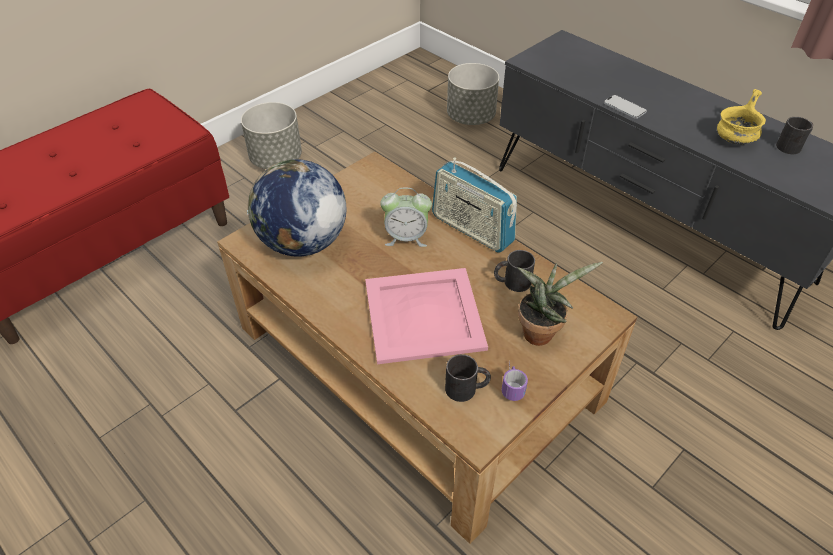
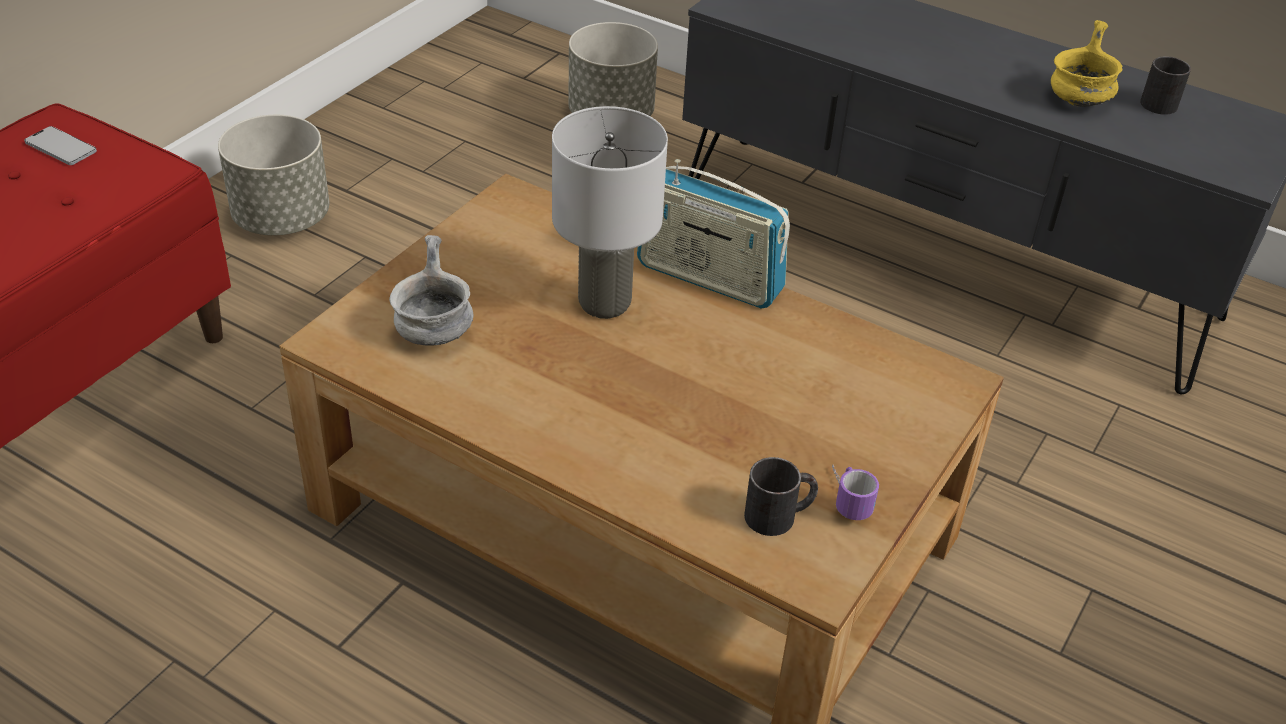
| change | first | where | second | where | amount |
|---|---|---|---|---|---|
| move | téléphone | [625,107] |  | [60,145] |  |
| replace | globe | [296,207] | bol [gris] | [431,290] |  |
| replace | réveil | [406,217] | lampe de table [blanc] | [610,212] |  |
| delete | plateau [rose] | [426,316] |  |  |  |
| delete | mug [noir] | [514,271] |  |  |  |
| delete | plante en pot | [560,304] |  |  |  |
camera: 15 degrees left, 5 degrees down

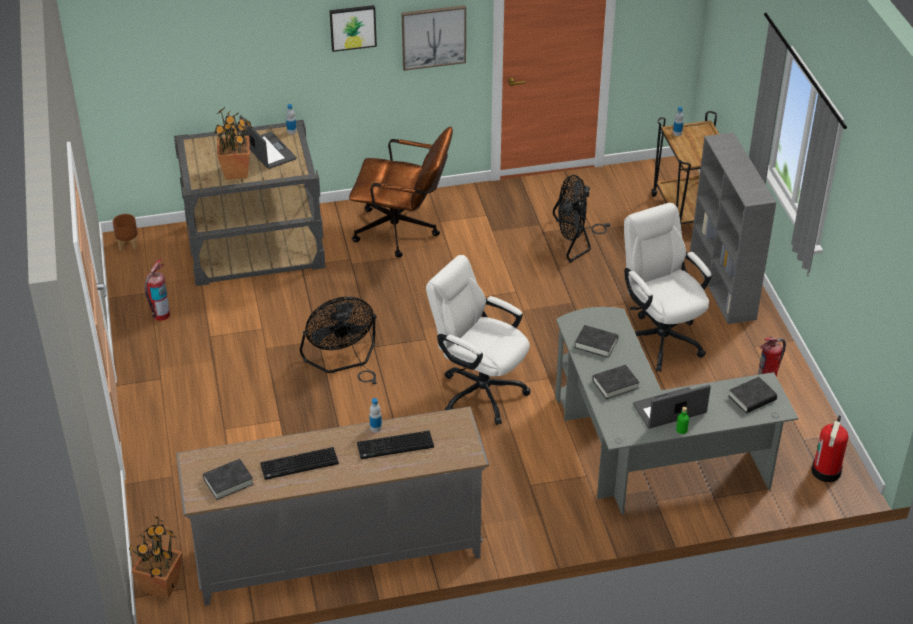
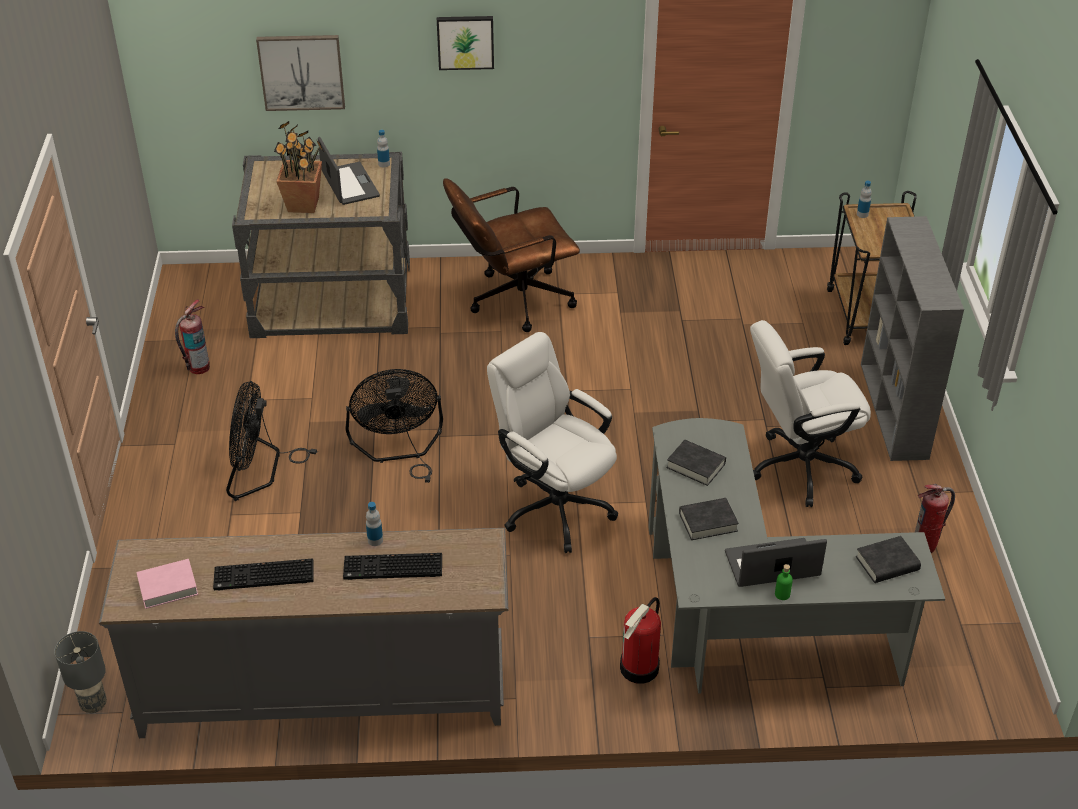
| change | first | where | second | where | amount |
|---|---|---|---|---|---|
| replace | plante en pot | [156,557] | lampe de table [gris] | [80,672] |  |
| recolor | livre [noir] | [228,479] | livre [rose] | [167,584] |  |
| move | ventilateur [noir] | [582,219] |  | [272,441] |  |
| move | tableau | [434,38] |  | [300,73] |  |
| rotate | chaise de bureau [marron] | [401,192] |  | [511,255] | 135 degrees clockwise |
| move | extincteur | [830,449] |  | [640,640] |  |
| rotate | chaise de bureau [blanc] | [668,287] |  | [810,413] | 90 degrees counterclockwise |
| delete | cache-pot [marron] | [125,232] |  |  |  |
camera: 10 degrees right, 0 degrees up

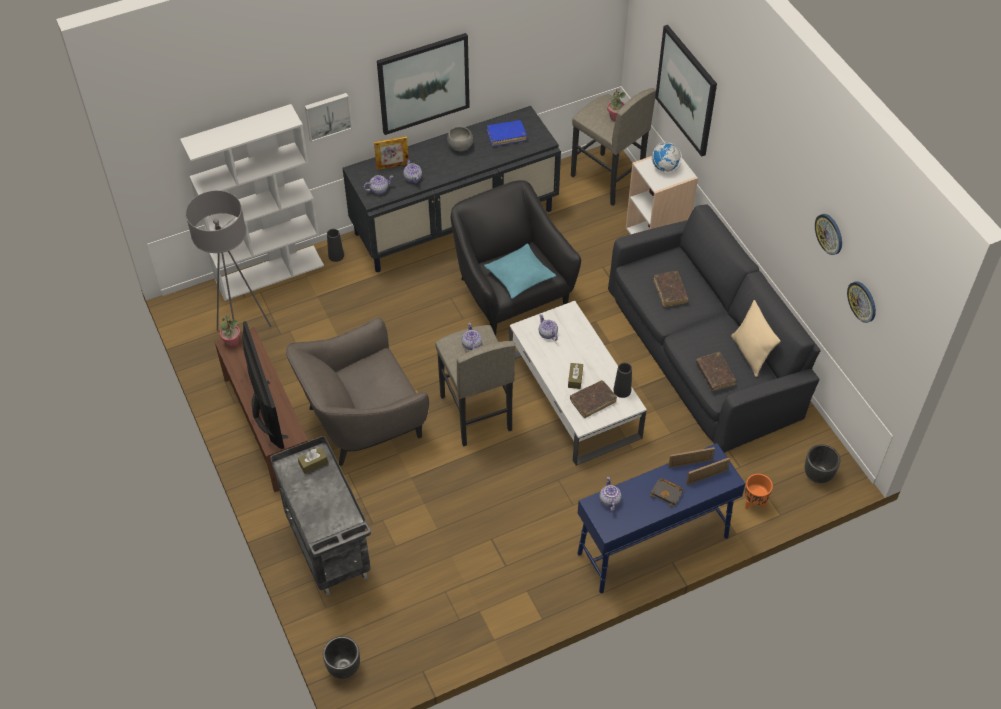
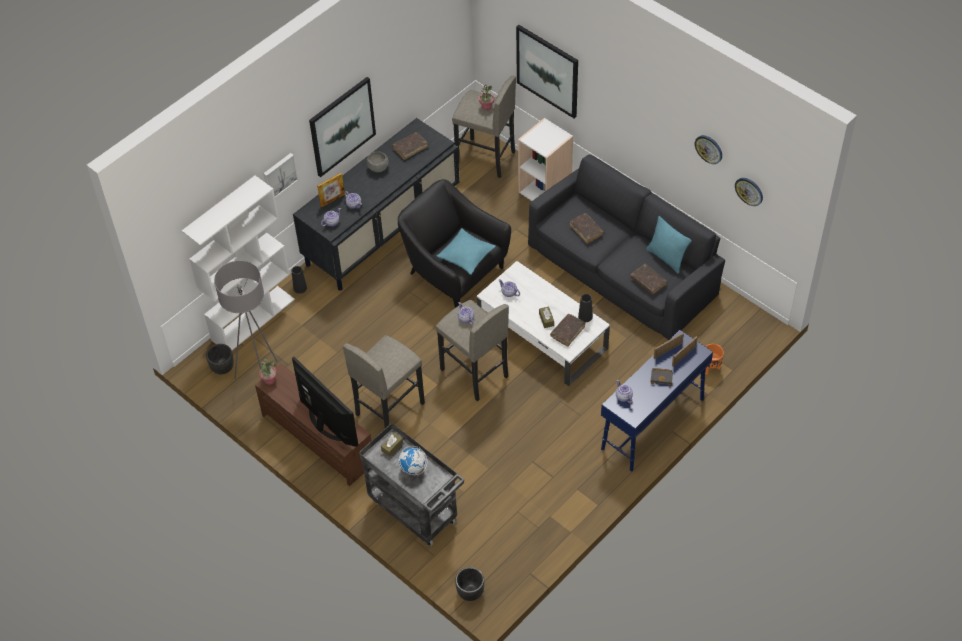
| change | first | where | second | where | amount |
|---|---|---|---|---|---|
| move | cache-pot [noir] | [822,463] |  | [220,359] |  |
| replace | fauteuil [gris] | [357,391] | tabouret [gris] | [384,381] |  |
| recolor | livre [bleu] | [507,133] | livre [marron] | [410,146] |  |
| move | globe | [667,157] |  | [412,460] |  |
| recolor | coussin [beige] | [755,338] | coussin [turquoise] | [669,245] |  |
camera: 20 degrees left, 0 degrees up

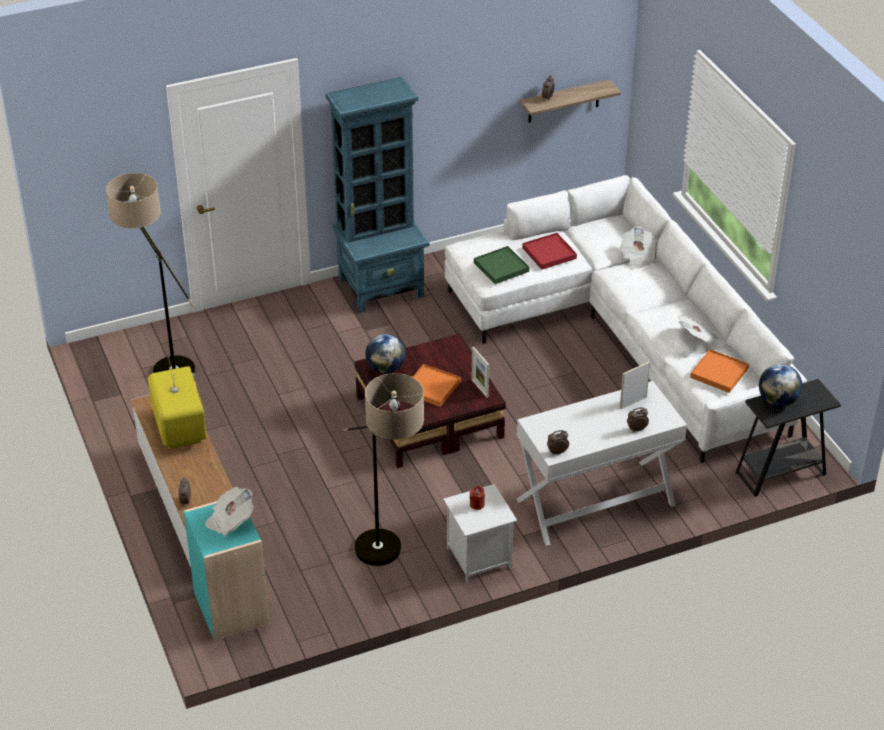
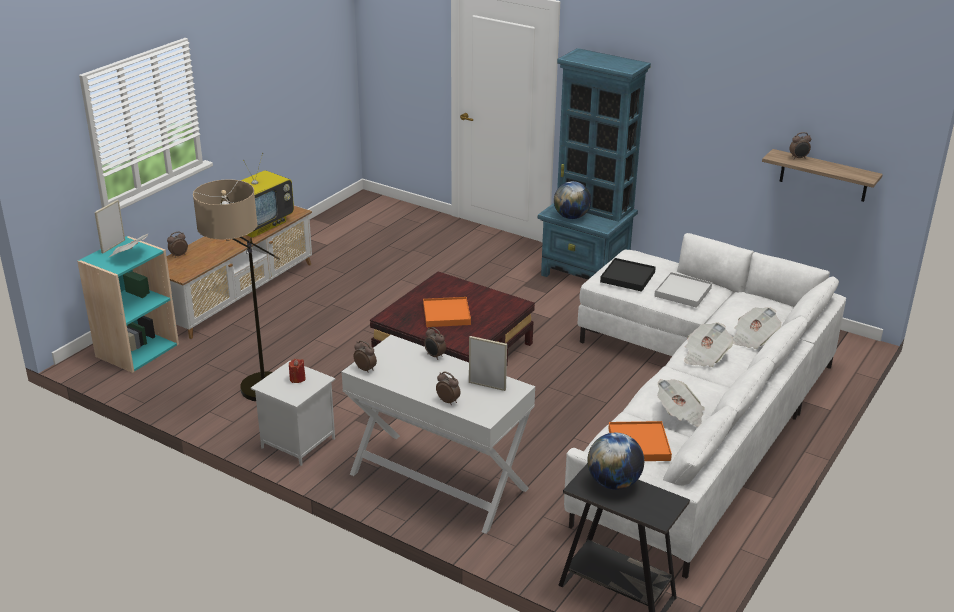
| change | first | where | second | where | amount |
|---|---|---|---|---|---|
| move | cadre photo | [480,372] |  | [109,226] |  |
| insert |  |  | réveil | [435,343] |  |
| move | globe | [385,354] |  | [572,200] |  |
| recolor | plateau [vert] | [501,265] | plateau [noir] | [628,275] |  |
| recolor | plateau [rouge] | [549,251] | plateau [blanc] | [683,290] |  |
| insert |  |  | journal | [708,345] |  |
| delete | lampadaire | [150,273] |  |  |  |
camera: 55 degrees right, 10 degrees down

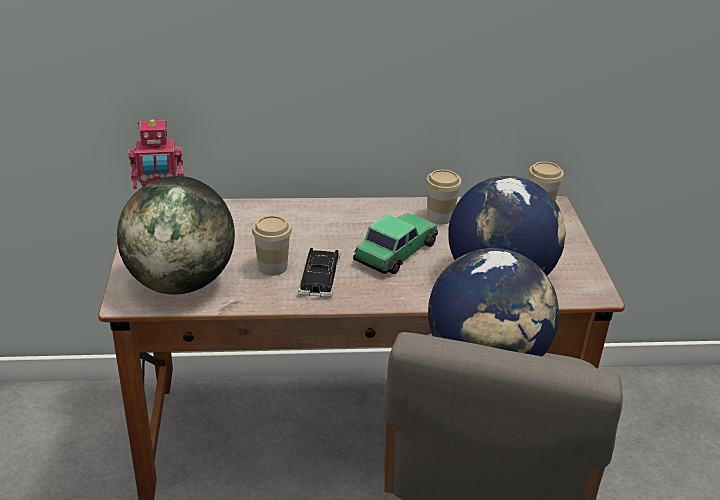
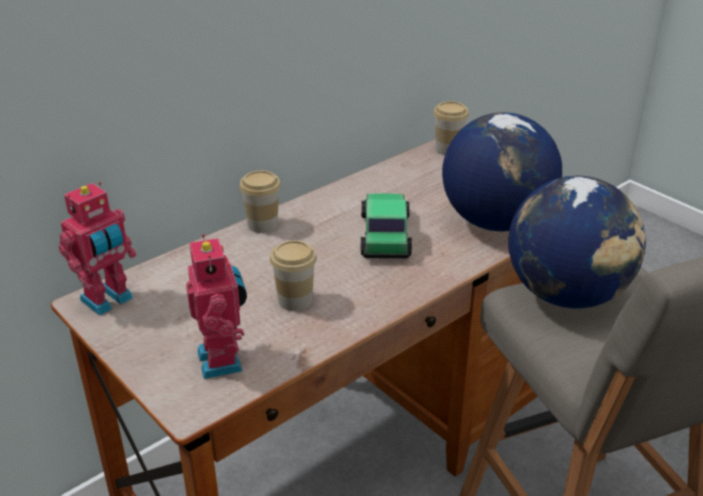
| change | first | where | second | where | amount |
|---|---|---|---|---|---|
| replace | globe | [176,235] | robot jouet | [216,306] |  |
| move | tasse | [444,197] |  | [260,201] |  |
| delete | petite voiture [noir] | [319,272] |  |  |  |
camera: 35 degrees left, 0 degrees up

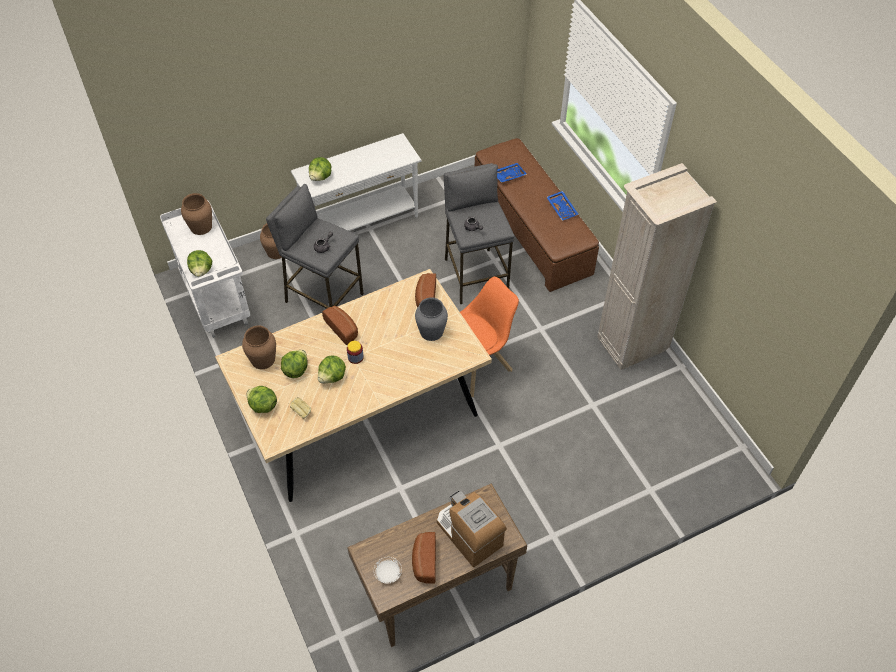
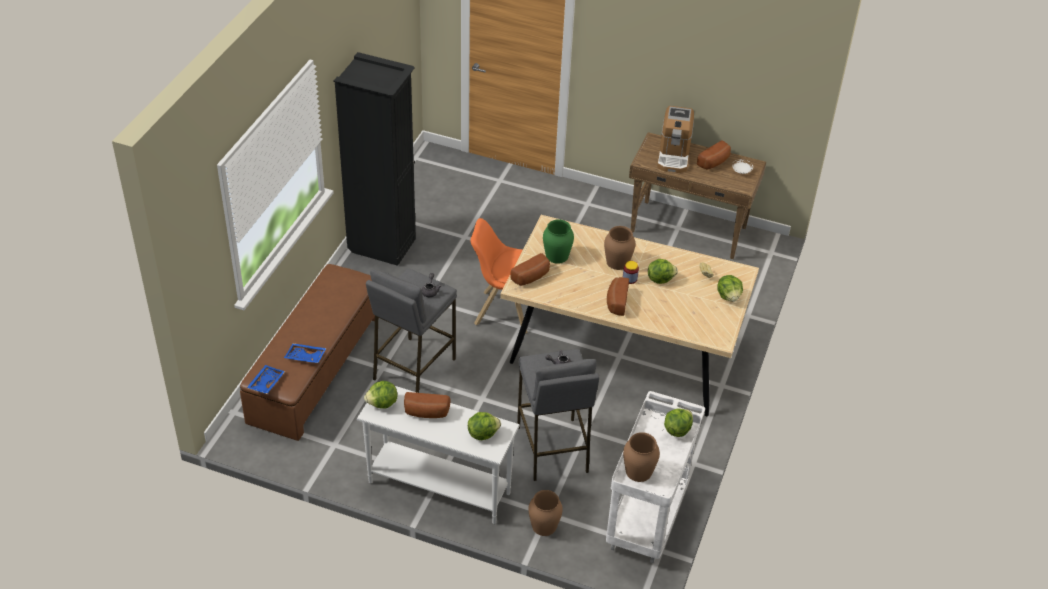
| change | first | where | second | where | amount |
|---|---|---|---|---|---|
| move | plateau [bleu] | [562,206] |  | [266,379] |  |
| recolor | meuble de rangement [beige] | [657,266] | meuble de rangement [noir] | [374,159] |  |
| move | laitue | [294,364] |  | [380,394] |  |
| insert |  |  | pain | [427,405] |  |
| recolor | vase [gris] | [431,319] | vase [vert] | [558,241] |  |
| move | vase [marron] | [259,347] |  | [619,248] |  |
camera: 135 degrees left, 10 degrees down

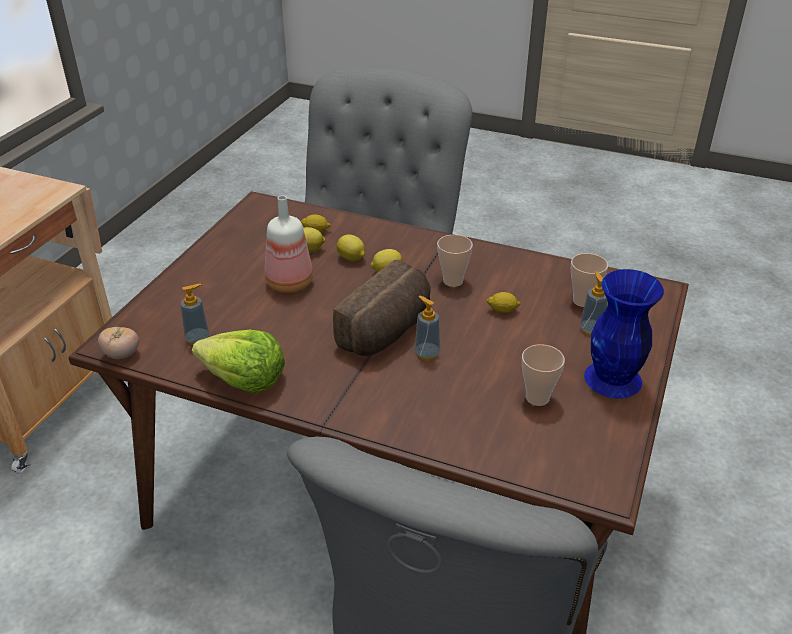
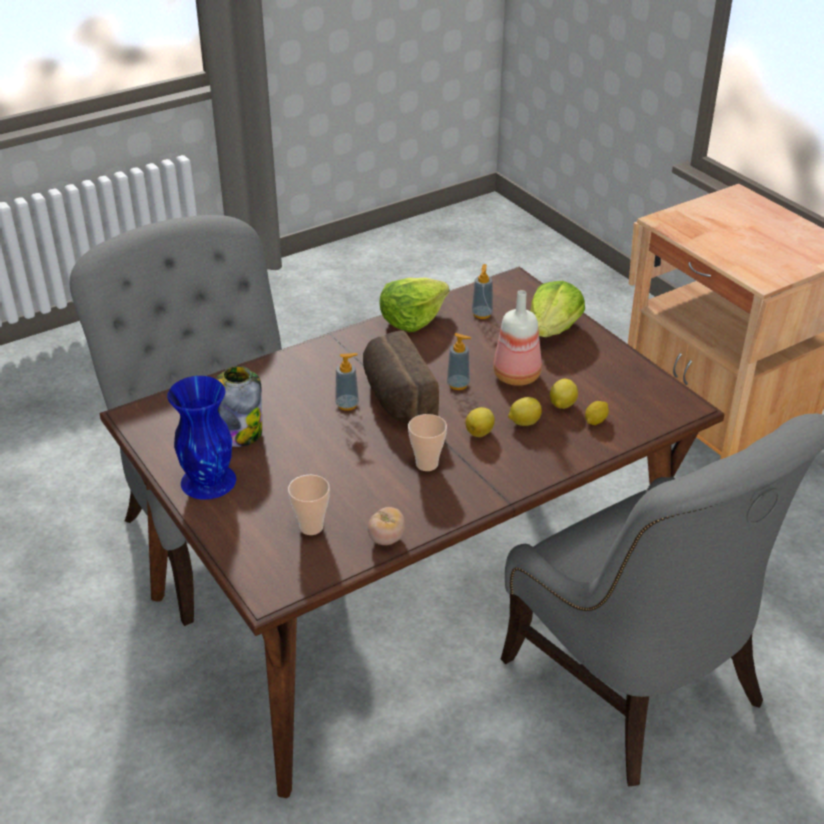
| change | first | where | second | where | amount |
|---|---|---|---|---|---|
| replace | tasse | [543,375] | bocal | [239,406] |  |
| move | tomate | [118,343] |  | [387,526] |  |
| move | distributeur de savon | [594,303] |  | [459,361] |  |
| insert |  |  | laitue | [557,309] |  |
| delete | citron | [504,302] |  |  |  |
camera: 125 degrees right, 0 degrees up

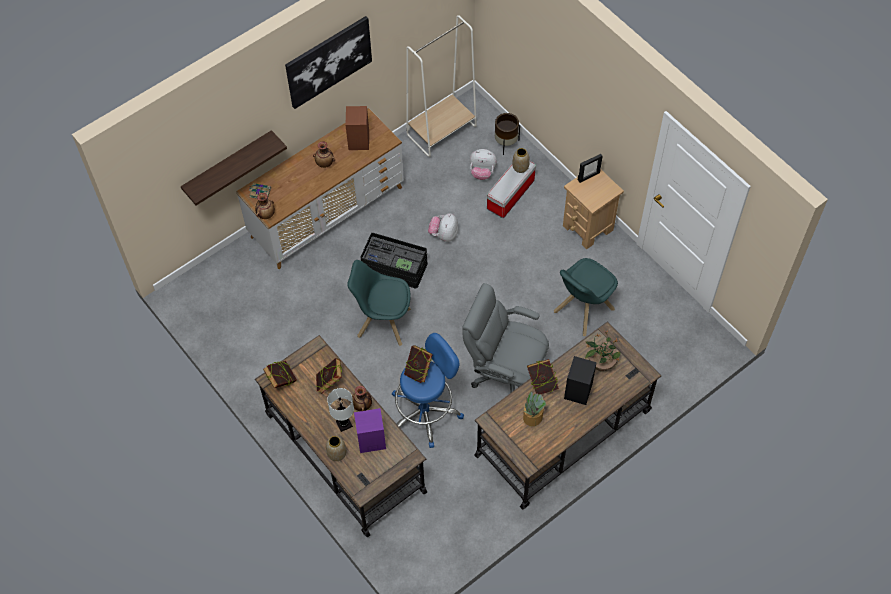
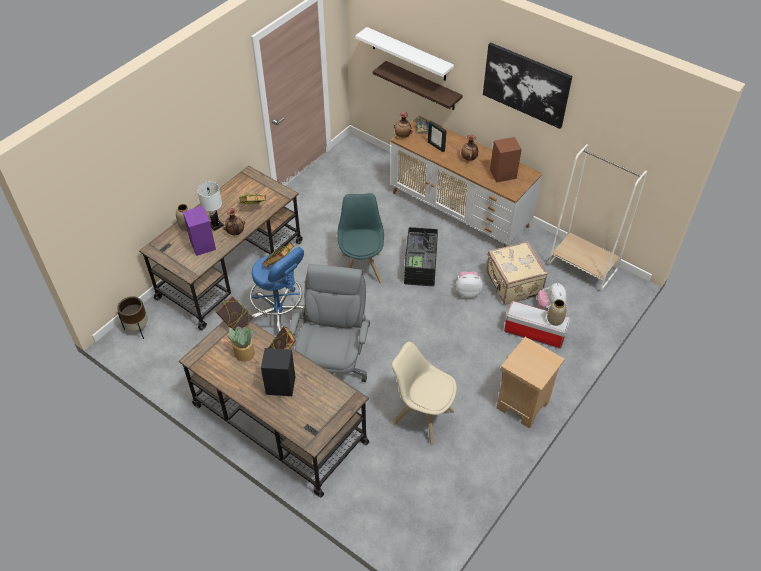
| change | first | where | second | where | amount |
|---|---|---|---|---|---|
| move | cache-pot [marron] | [507,134] |  | [132,317] |  |
| move | livre | [280,374] |  | [234,313] |  |
| insert |  |  | étagère [blanc] | [404,54] |  |
| recolor | chaise [turquoise] | [586,297] | chaise [beige] | [424,394] |  |
| move | cadre photo | [590,168] |  | [437,136] |  |
| insert |  |  | valise [beige] | [516,272] |  |
| delete | plante en pot | [603,351] |  |  |  |
camera: 75 degrees right, 10 degrees down

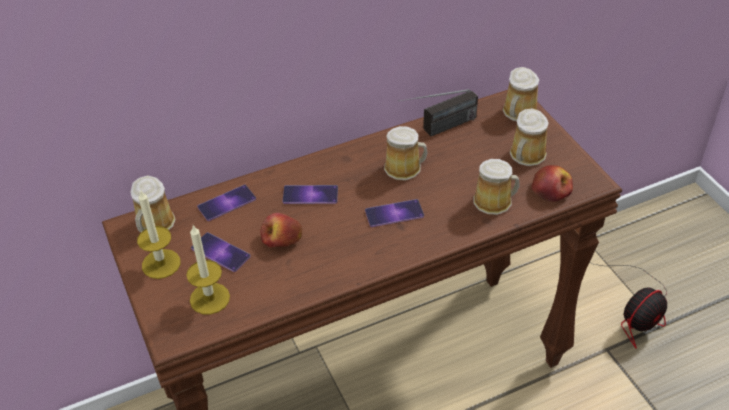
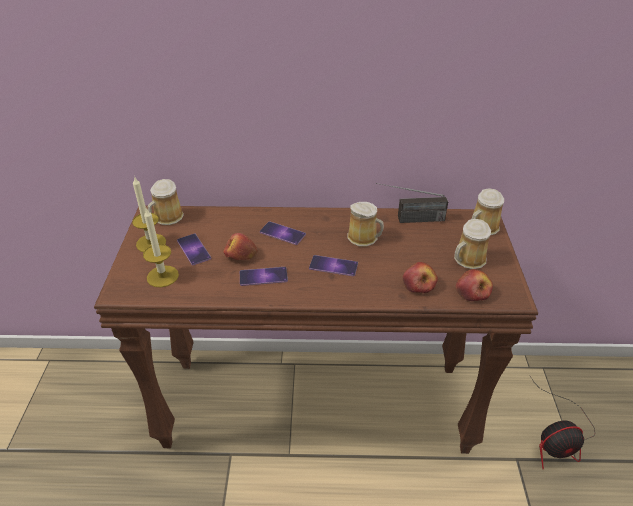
| change | first | where | second | where | amount |
|---|---|---|---|---|---|
| move | téléphone | [226,203] |  | [264,276] |  |
| replace | mug | [496,187] | pomme | [420,277] |  |
camera: 25 degrees right, 5 degrees down

